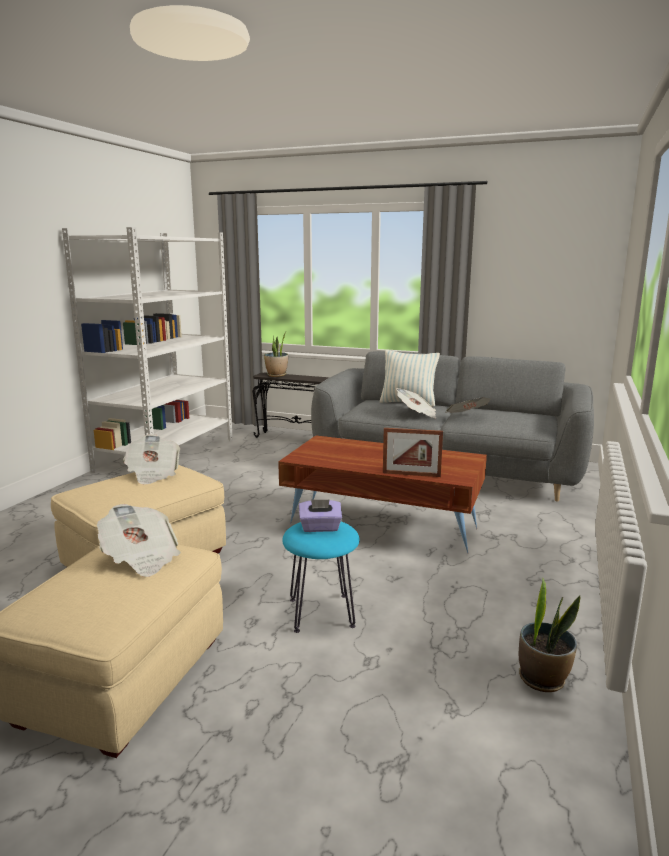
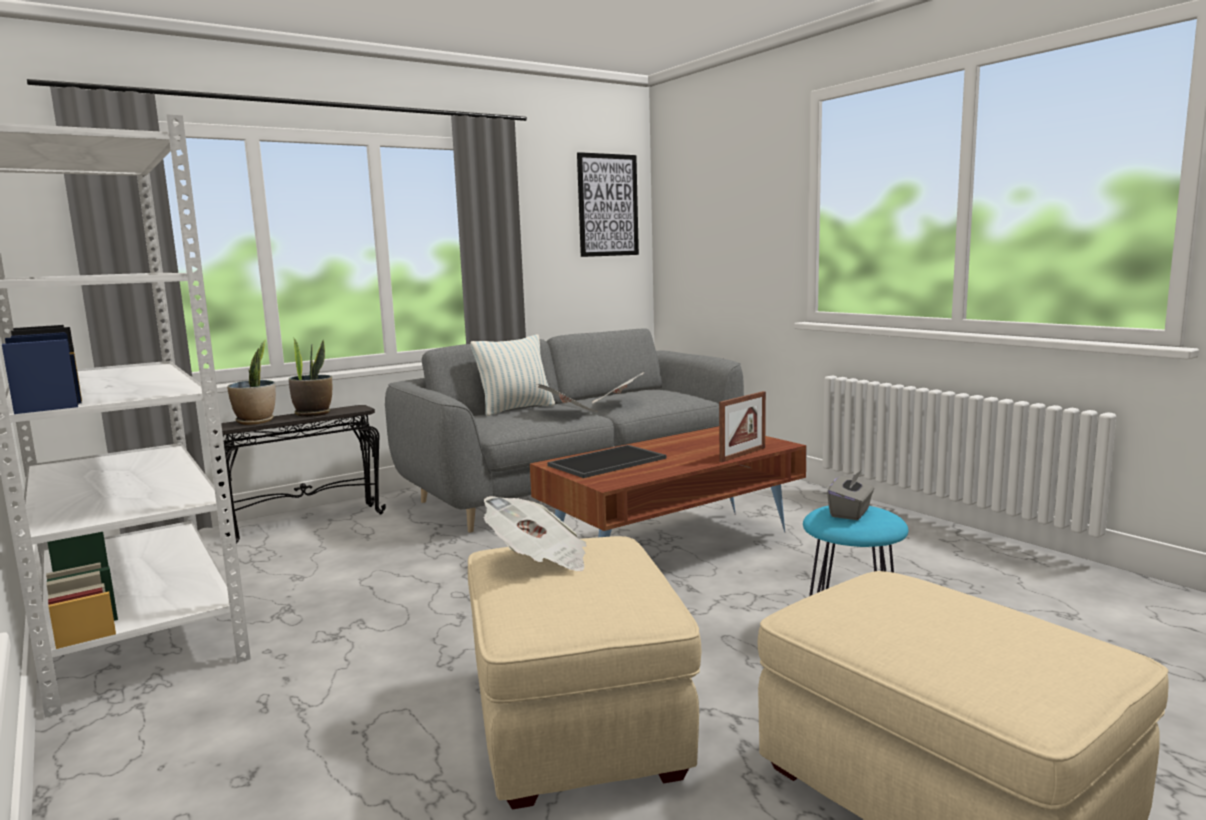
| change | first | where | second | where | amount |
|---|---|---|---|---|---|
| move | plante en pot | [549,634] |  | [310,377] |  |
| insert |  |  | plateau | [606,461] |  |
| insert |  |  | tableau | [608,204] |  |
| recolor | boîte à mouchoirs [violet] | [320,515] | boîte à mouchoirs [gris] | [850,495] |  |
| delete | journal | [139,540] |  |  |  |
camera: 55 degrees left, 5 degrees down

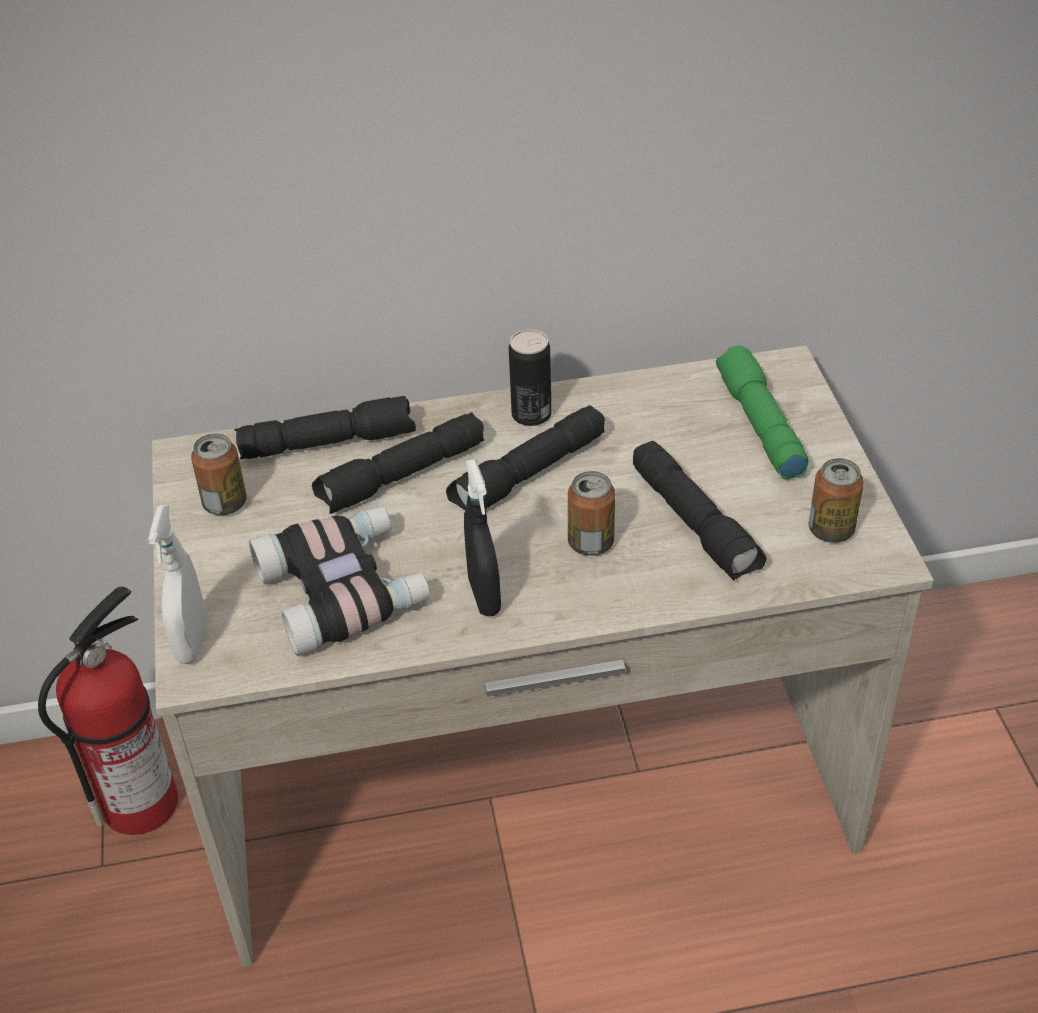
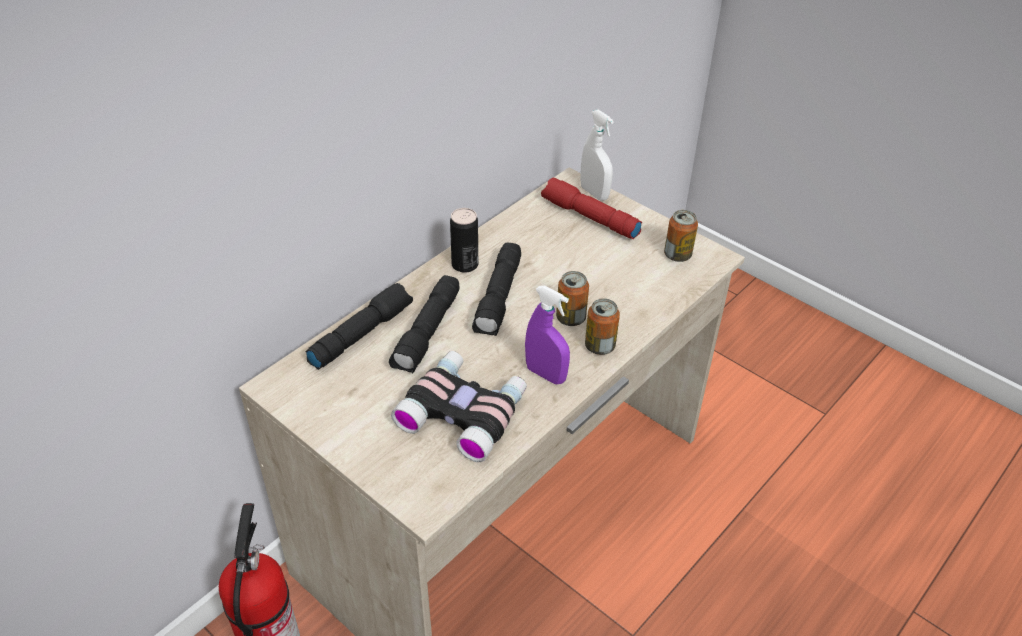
| change | first | where | second | where | amount |
|---|---|---|---|---|---|
| recolor | vaporisateur [noir] | [482,538] | vaporisateur [violet] | [547,335] |  |
| recolor | lampe de poche [vert] | [762,412] | lampe de poche [rouge] | [591,208] |  |
| move | vaporisateur [blanc] | [177,584] |  | [597,155] |  |
| move | boîte métallique | [219,474] |  | [602,326] |  |
| delete | lampe de poche [noir] | [699,511] |  |  |  |
camera: 40 degrees left, 0 degrees up

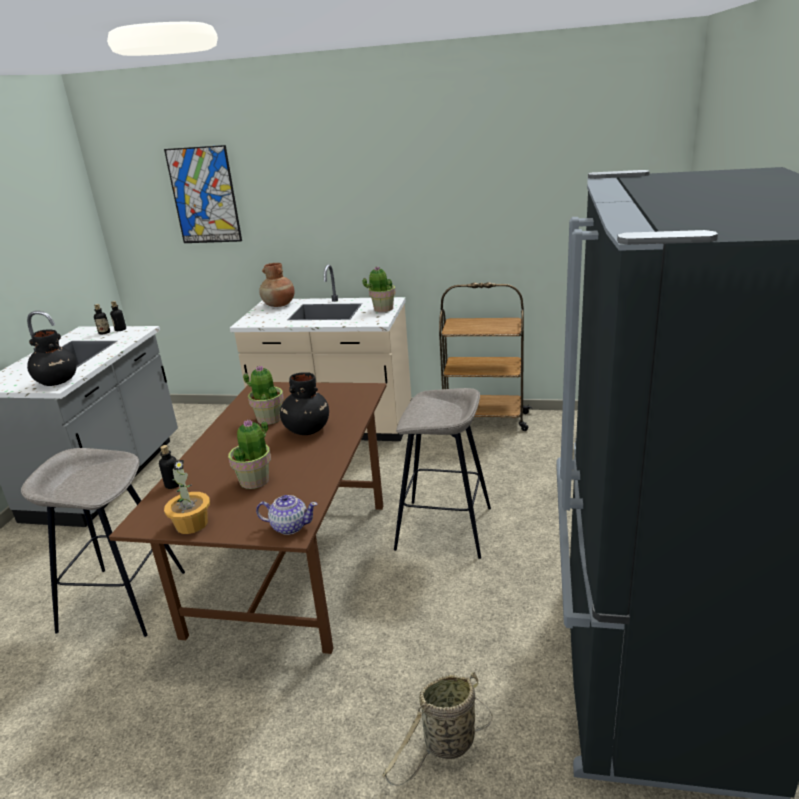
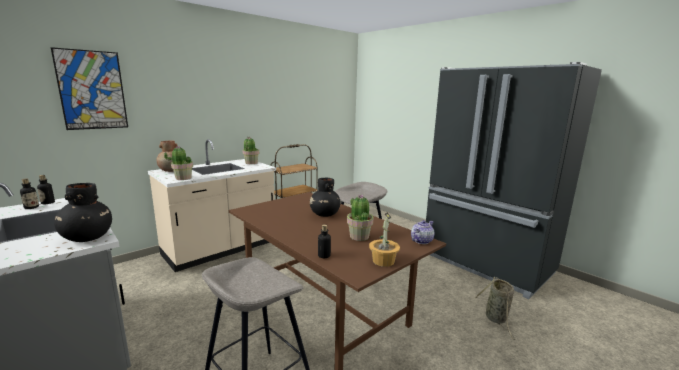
| change | first | where | second | where | amount |
|---|---|---|---|---|---|
| move | plante en pot | [263,395] |  | [178,163] |  |
camera: 55 degrees left, 10 degrees down

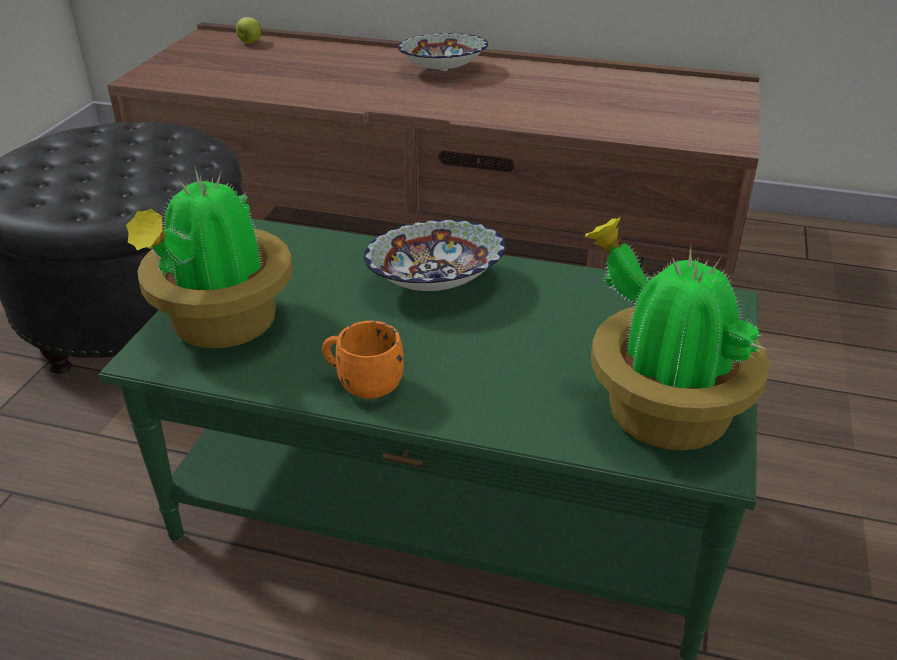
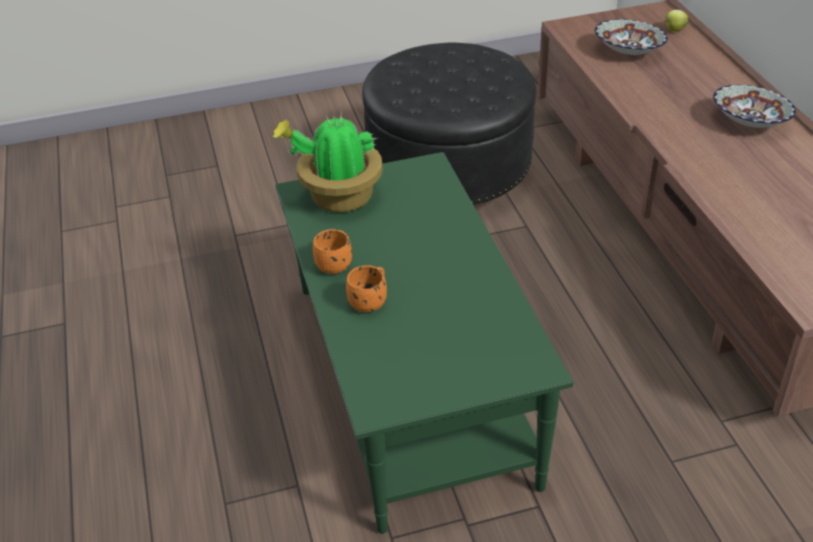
| change | first | where | second | where | amount |
|---|---|---|---|---|---|
| insert |  |  | mug [orange] | [366,288] |  |
| move | bol | [435,255] |  | [631,37] |  |
| delete | plante en pot | [676,333] |  |  |  |
camera: 60 degrees right, 5 degrees up

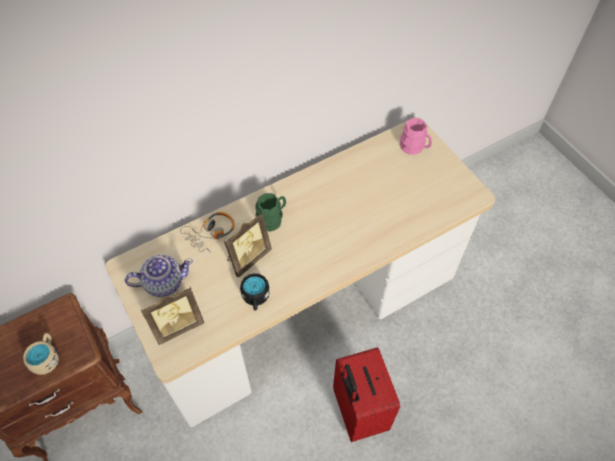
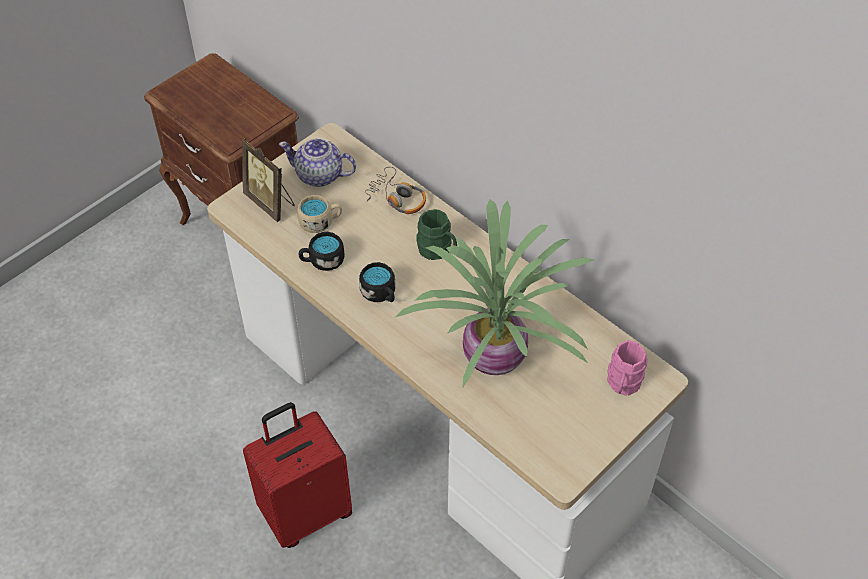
| change | first | where | second | where | amount |
|---|---|---|---|---|---|
| rotate | théière | [159,276] |  | [317,162] | 135 degrees clockwise |
| move | mug [beige] | [41,354] |  | [319,214] |  |
| insert |  |  | mug [noir] | [377,282] |  |
| insert |  |  | plante en pot | [494,294] |  |
| delete | cadre photo | [248,245] |  |  |  |
camera: 75 degrees right, 5 degrees down

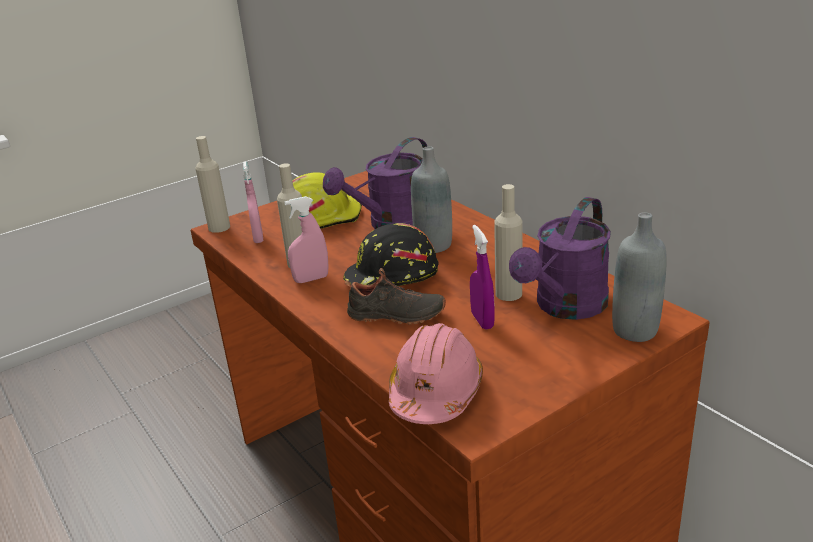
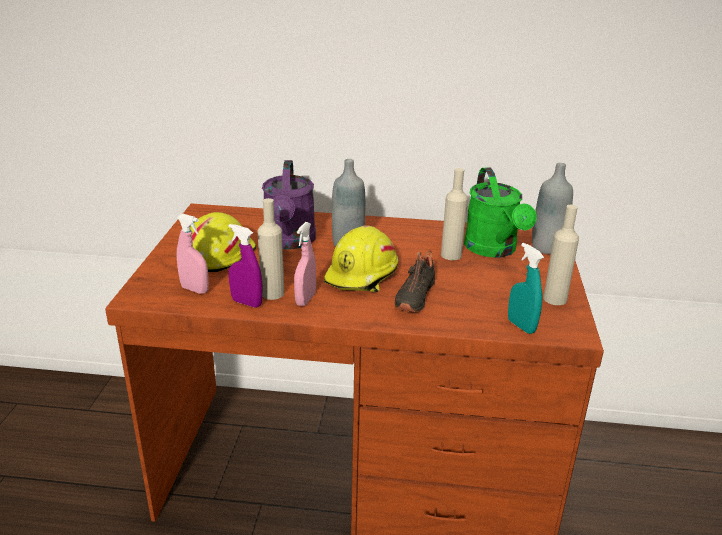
| change | first | where | second | where | amount |
|---|---|---|---|---|---|
| move | vaporisateur [violet] | [482,277] |  | [246,266] |  |
| recolor | casque de chantier [noir] | [391,254] | casque de chantier [jaune] | [361,258] |  |
| rotate | chaussure [noir] | [395,296] |  | [415,281] | 150 degrees clockwise |
| recolor | arrosoir [violet] | [560,258] | arrosoir [vert] | [500,212] |  |
| replace | casque de chantier [rose] | [436,373] | vaporisateur [turquoise] | [526,288] |  |
| move | bouteille [beige] | [213,184] |  | [561,255] |  |
camera: 50 degrees left, 0 degrees up

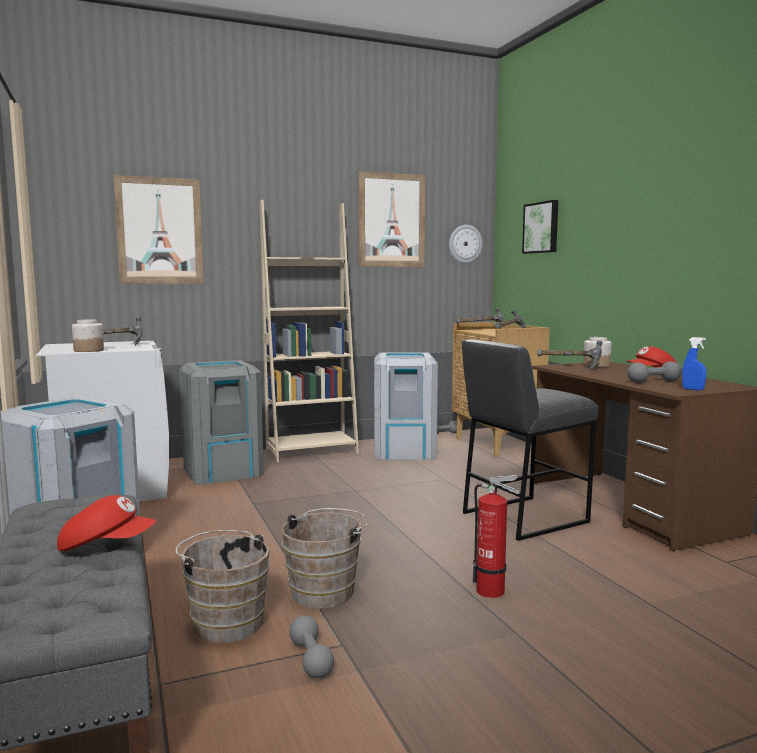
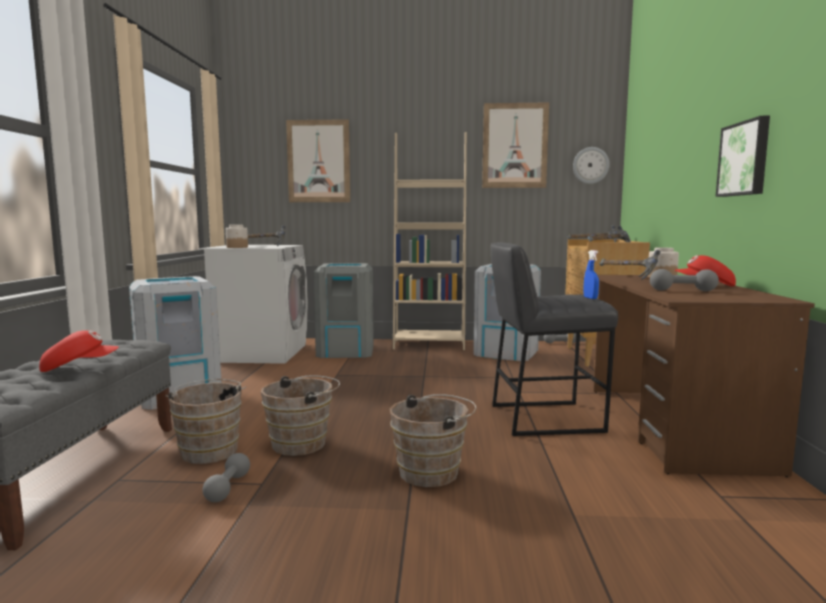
| change | first | where | second | where | amount |
|---|---|---|---|---|---|
| rotate | casquette [rouge] | [106,523] |  | [79,351] | 45 degrees counterclockwise |
| replace | extincteur | [496,536] | seau [marron] | [433,440] |  |
| move | vaporisateur [bleu] | [694,364] |  | [591,274] |  |
| move | tableau | [540,227] |  | [742,156] |  |
camera: 25 degrees right, 0 degrees up

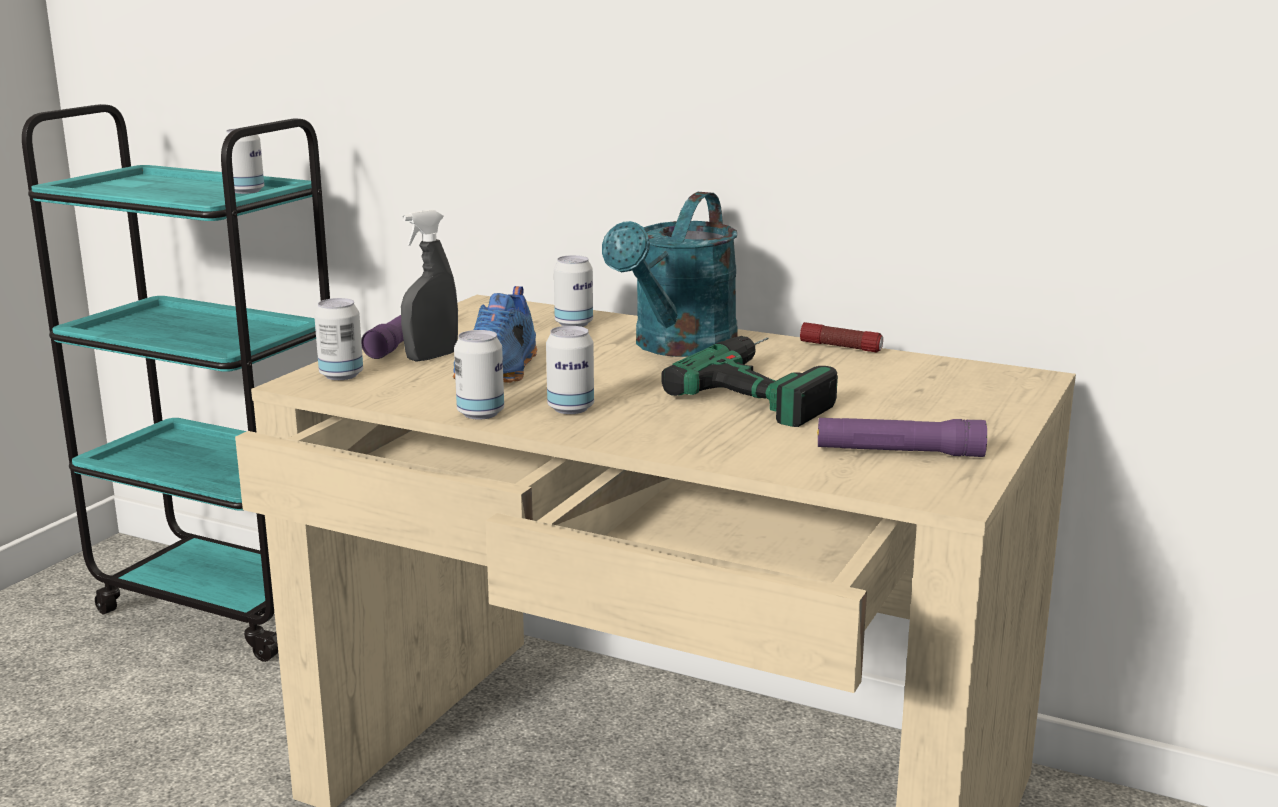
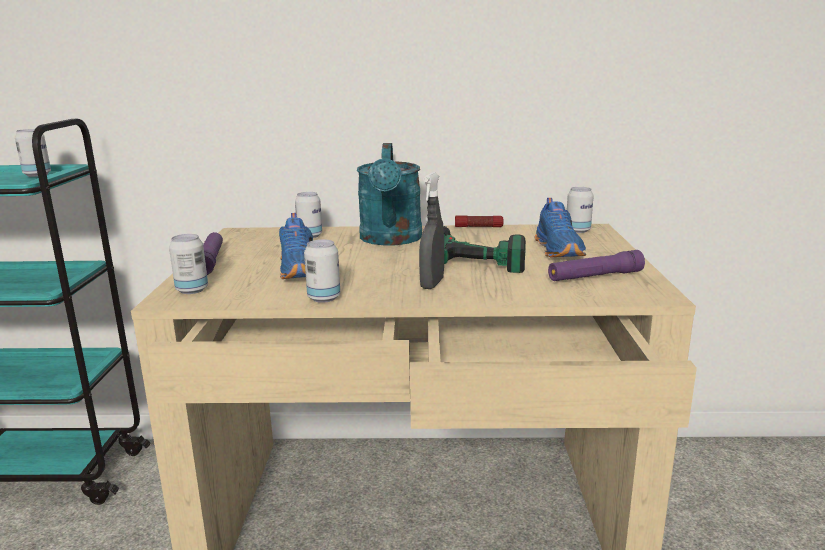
| change | first | where | second | where | amount |
|---|---|---|---|---|---|
| move | vaporisateur [gris] | [429,286] |  | [431,230] |  |
| insert |  |  | chaussure [bleu] | [560,227] |  |
| move | boîte métallique | [570,370] |  | [580,210] |  |
camera: 25 degrees left, 0 degrees up

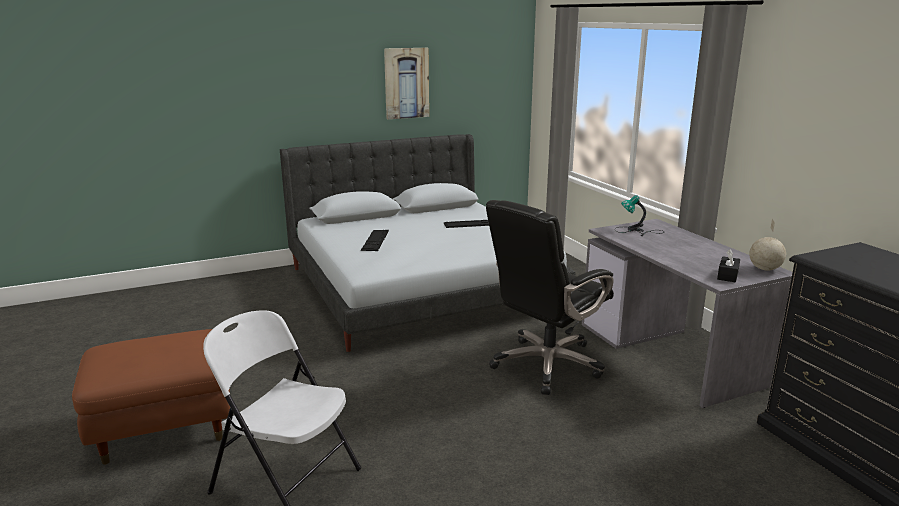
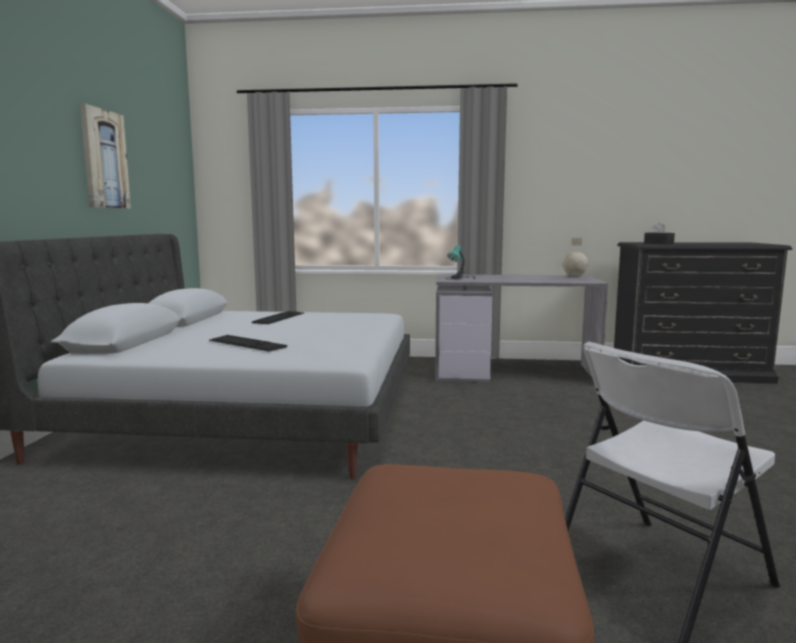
| change | first | where | second | where | amount |
|---|---|---|---|---|---|
| move | boîte à mouchoirs [noir] | [728,265] |  | [659,233] |  |
| delete | chaise de bureau [noir] | [550,297] |  |  |  |
camera: 60 degrees left, 10 degrees down

